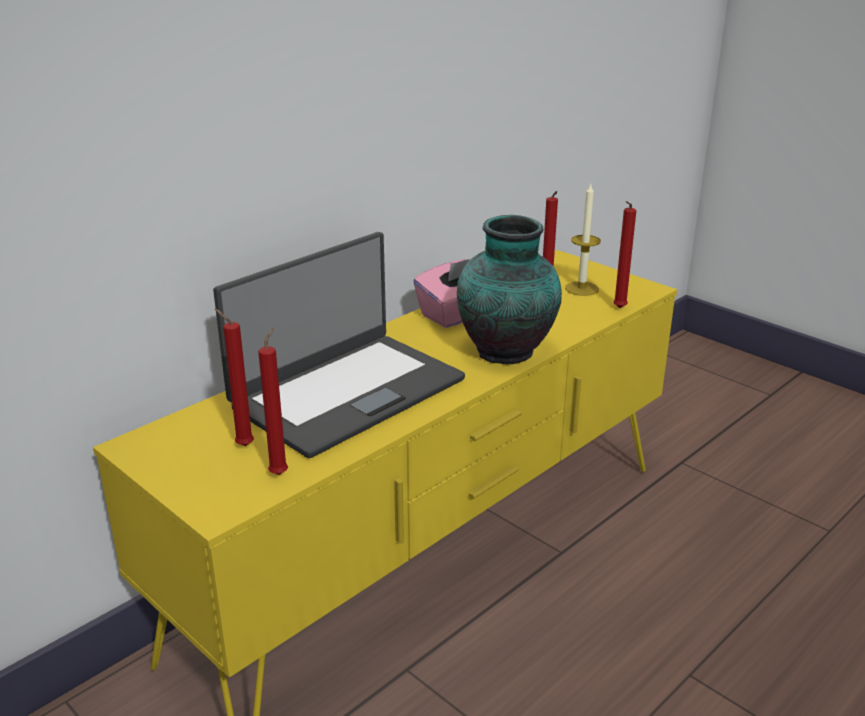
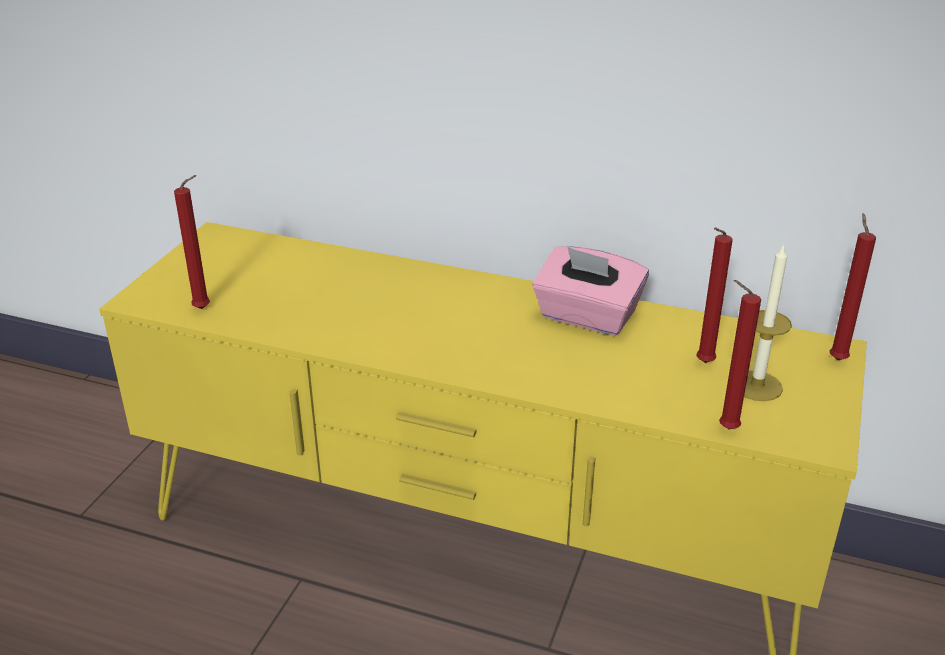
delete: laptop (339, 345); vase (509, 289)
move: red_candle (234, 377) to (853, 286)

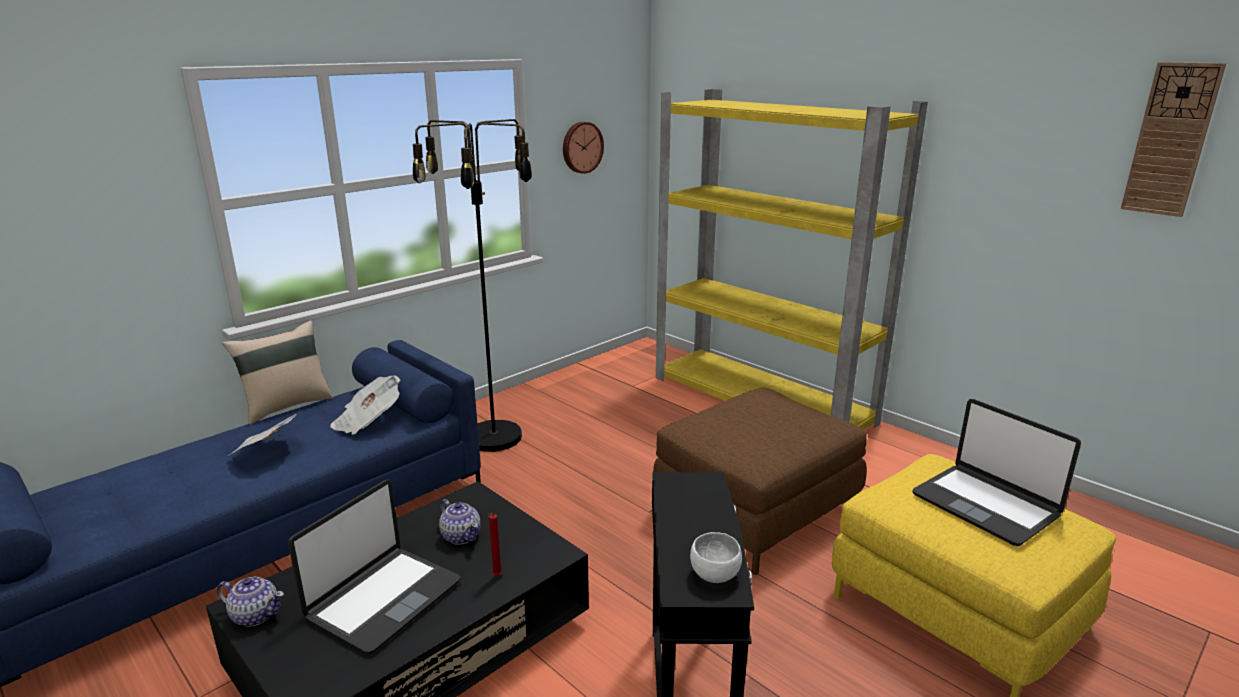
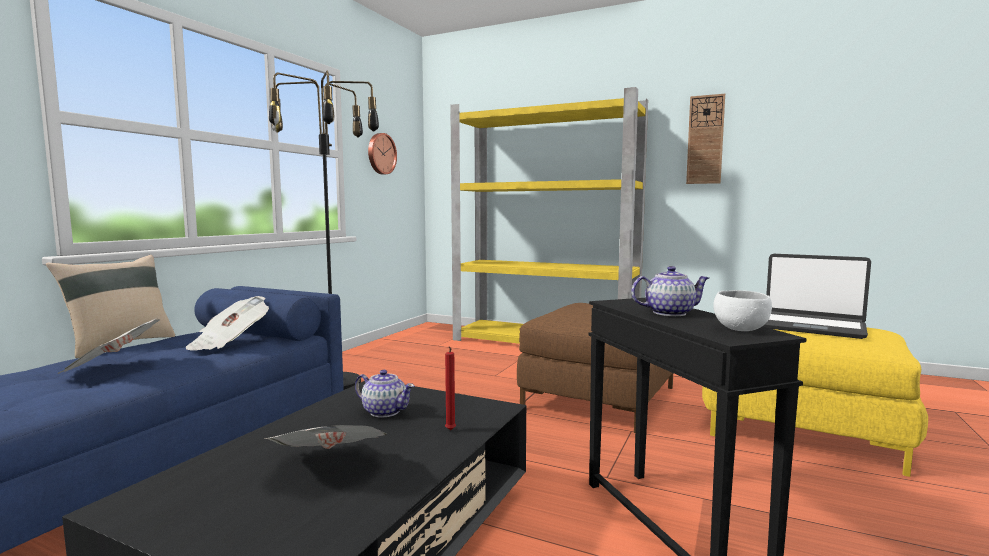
move: teapot (250, 602) to (670, 291); wall_clock (1173, 139) to (705, 139)
replace: laptop (374, 566) to newspaper (325, 437)

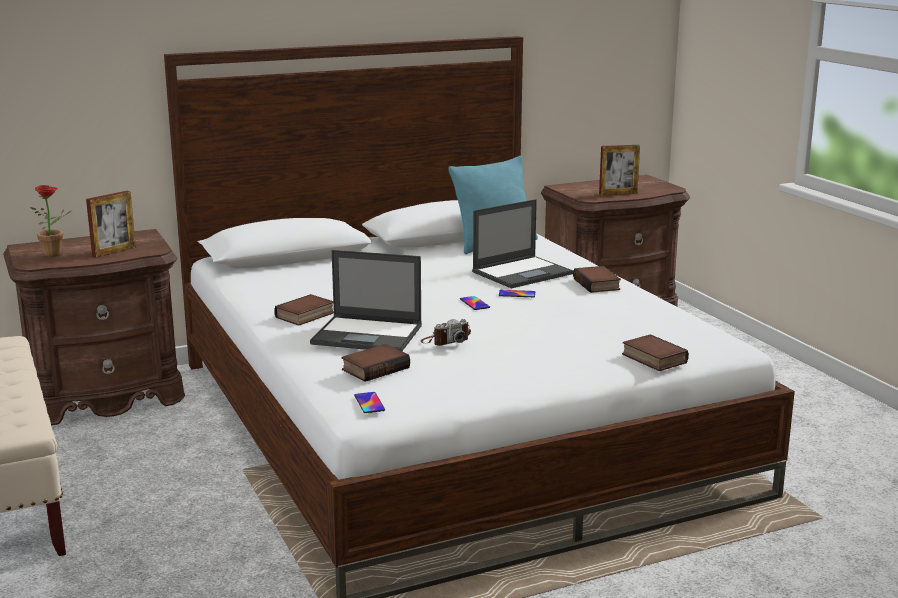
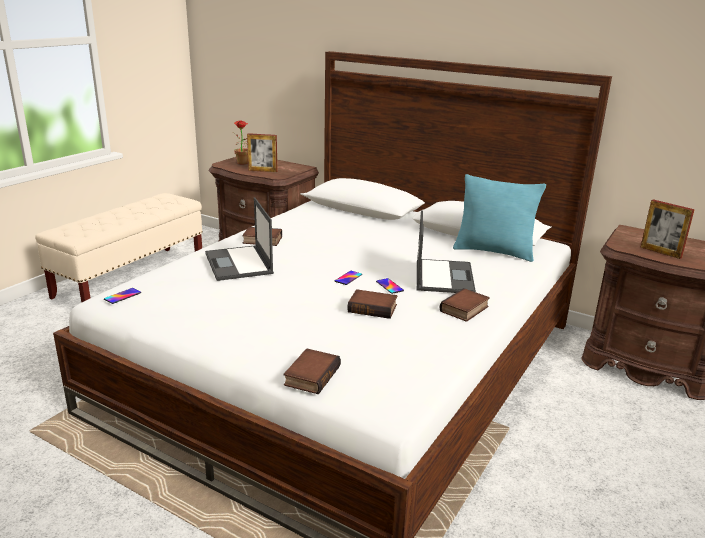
delete: photo_camera (446, 332)
move: book (375, 363) to (372, 304)
rotate: laptop (522, 243) = (446, 251) 105 degrees counterclockwise

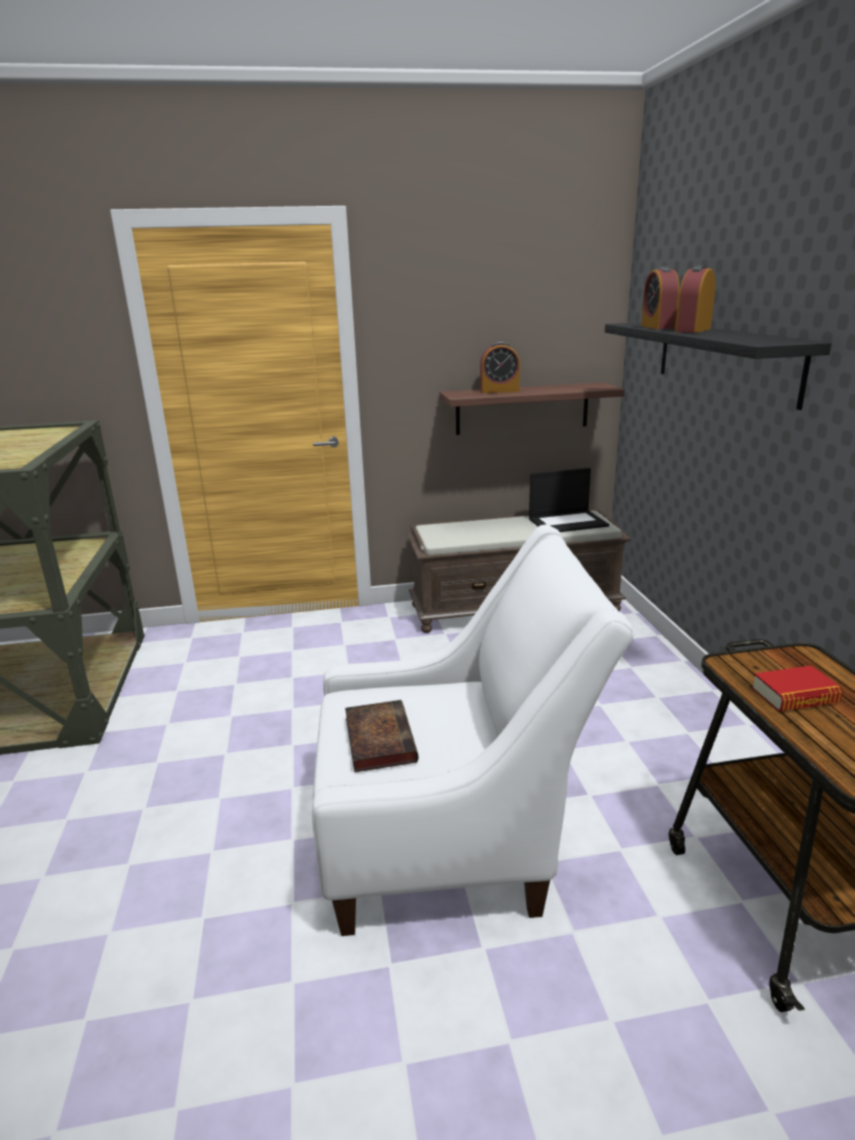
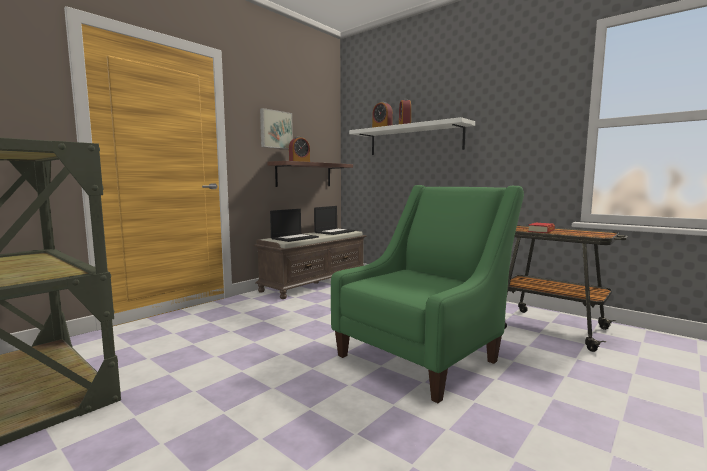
delete: book (381, 736)
insert: picture (276, 128); laptop (294, 225)
recolor: white_armchair (473, 730) to green_armchair (427, 294); black_shelf (718, 366) to white_shelf (412, 136)

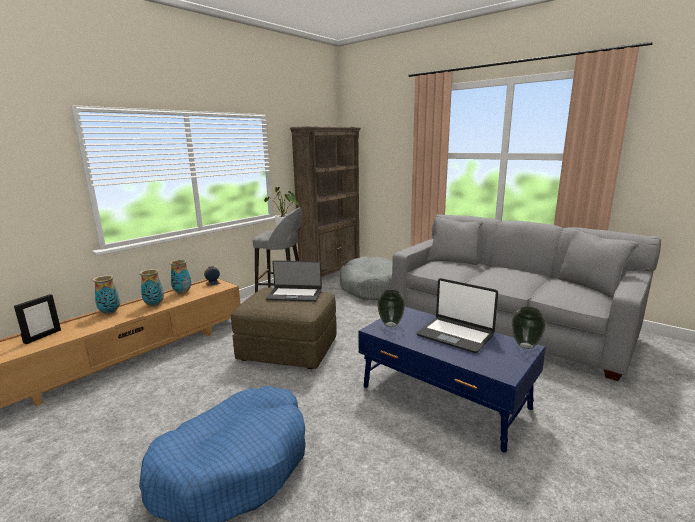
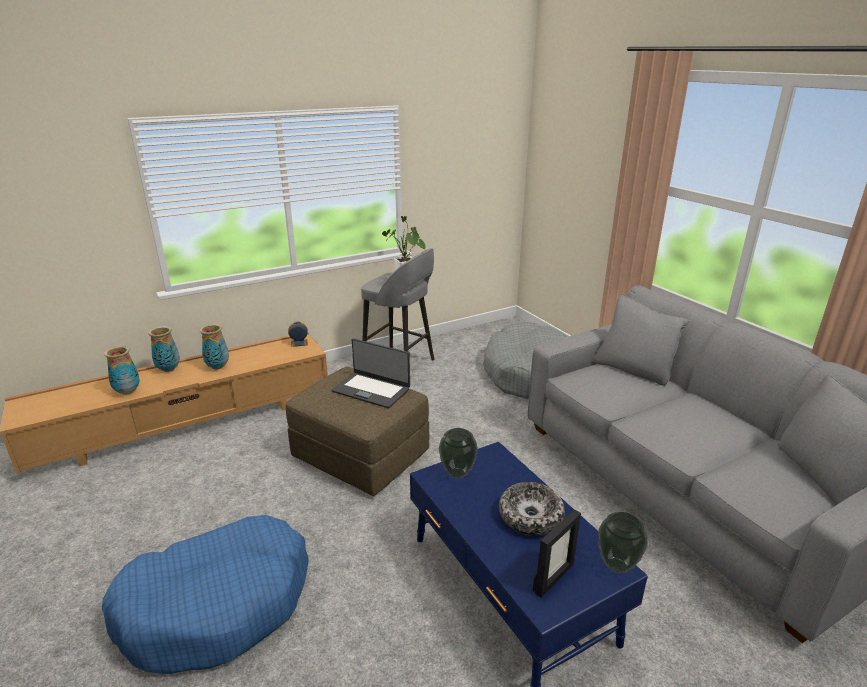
delete: brown_bookcase (325, 201)
move: picture_frame (37, 319) to (557, 553); vase (180, 276) to (122, 370)
replace: laptop (457, 315) to bowl (532, 509)

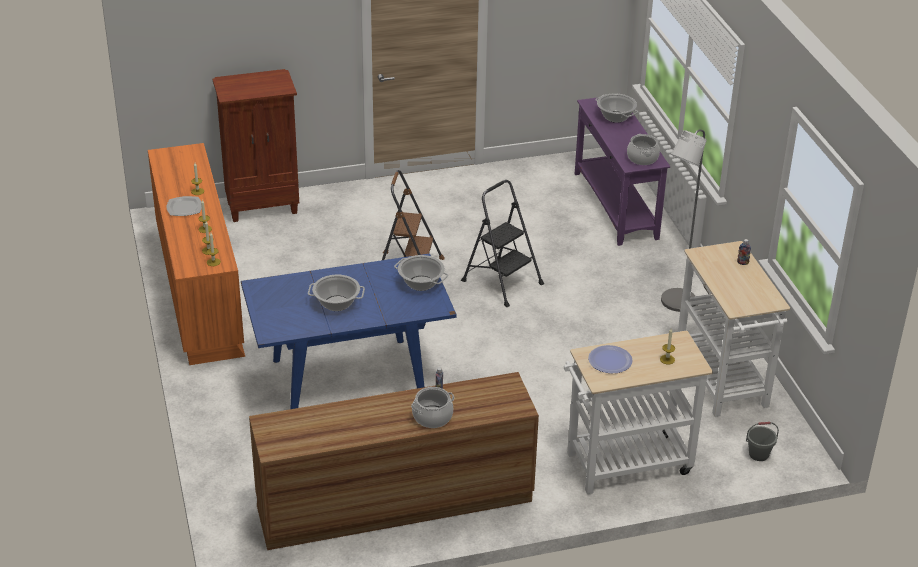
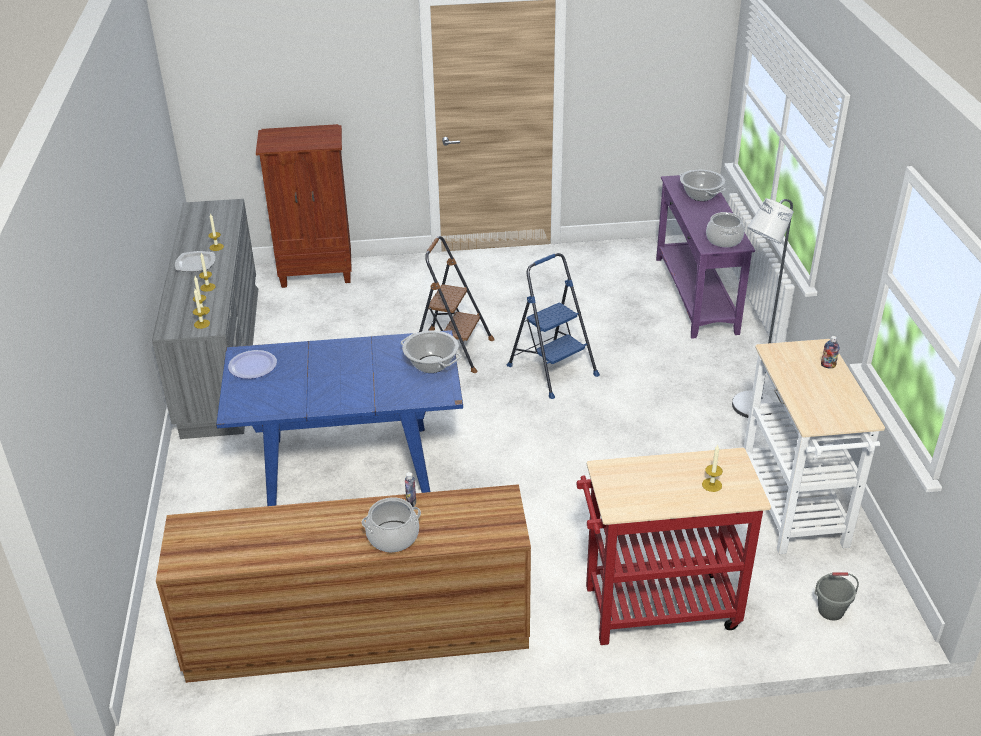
delete: cooking_pot (336, 293)
move: plate (610, 359) to (252, 364)
recolor: orange_dresser (196, 254) to grey_dresser (205, 319); black_step_ladder (502, 243) to blue_step_ladder (553, 326); white_cart (638, 412) to red_cart (673, 546)

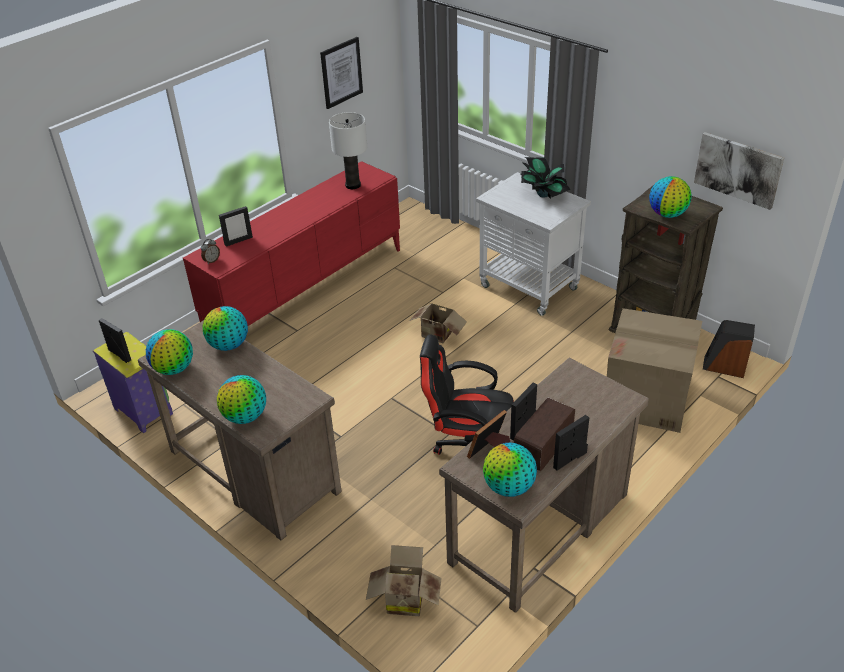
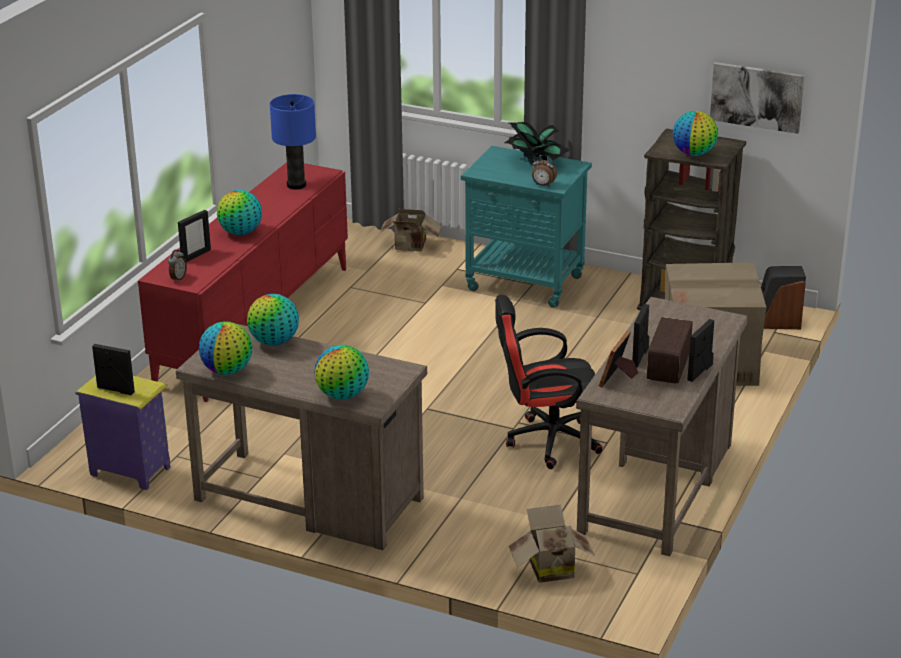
delete: picture (341, 73)
insert: alarm_clock (544, 171)
move: cardboard_box (438, 323) to (411, 230); globe (510, 470) to (239, 212)
recolor: white_table_lamp (348, 150) to blue_table_lamp (293, 141); white_cart (533, 244) to turquoise_cart (526, 227)

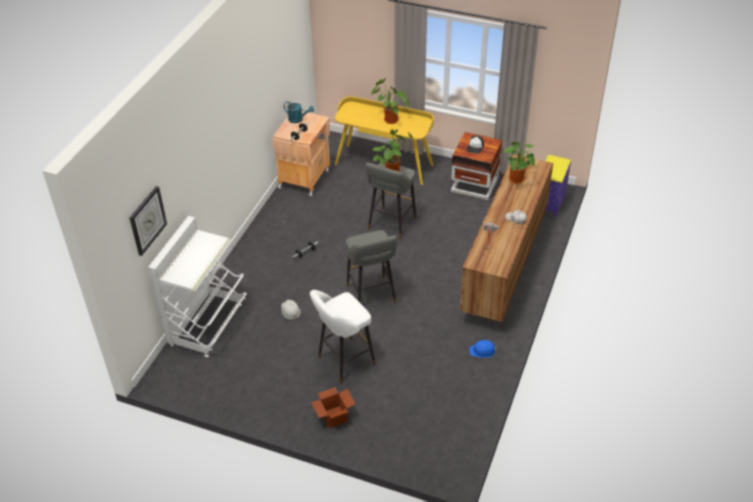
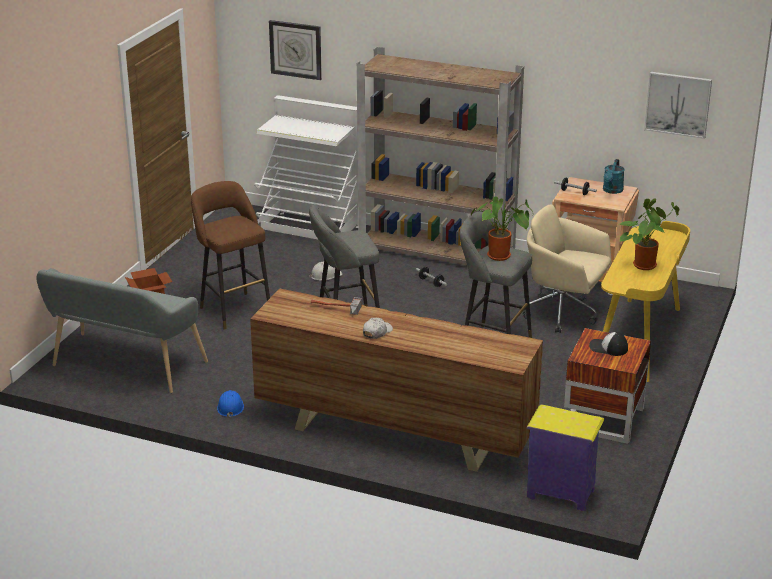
delete: potted_plant (519, 162)
insert: grey_bench (122, 330); brown_bookcase (440, 156); beige_office_chair (567, 268); picture (678, 105)
recolor: white_stool (343, 337) to brown_stool (230, 255)

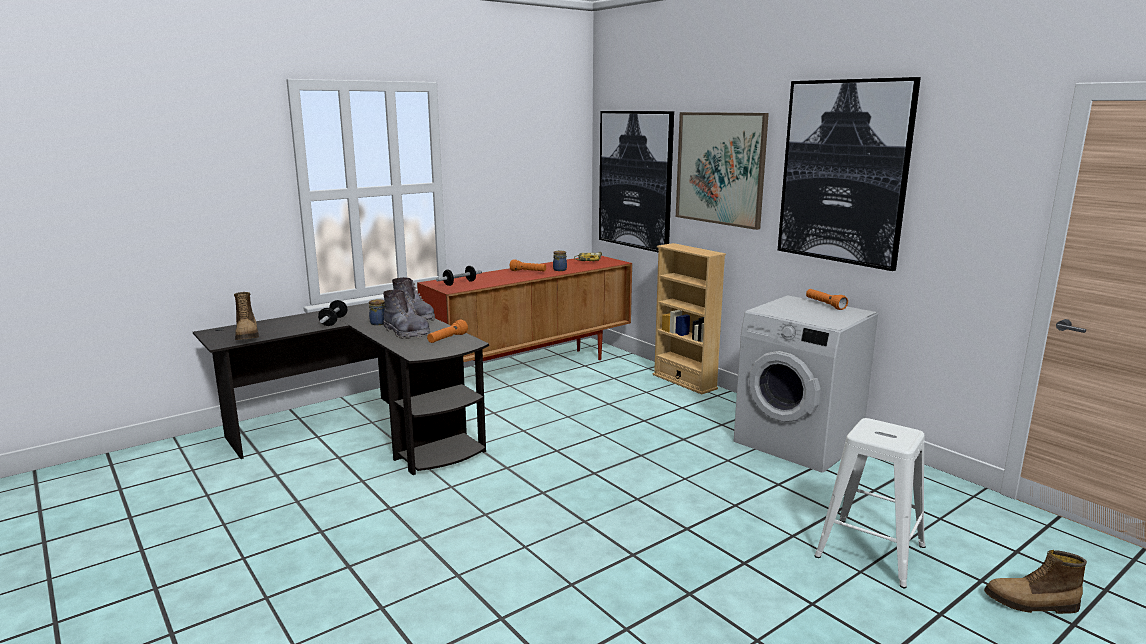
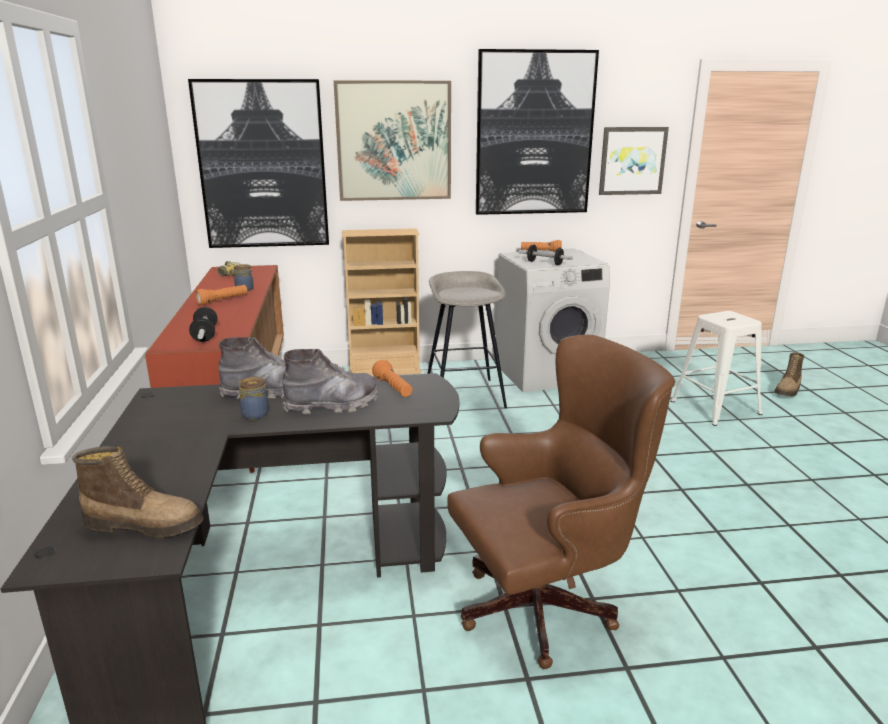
insert: grey_stool (467, 339); brown_office_chair (561, 502); picture (634, 161)
move: dumbbell (332, 313) to (546, 254)

